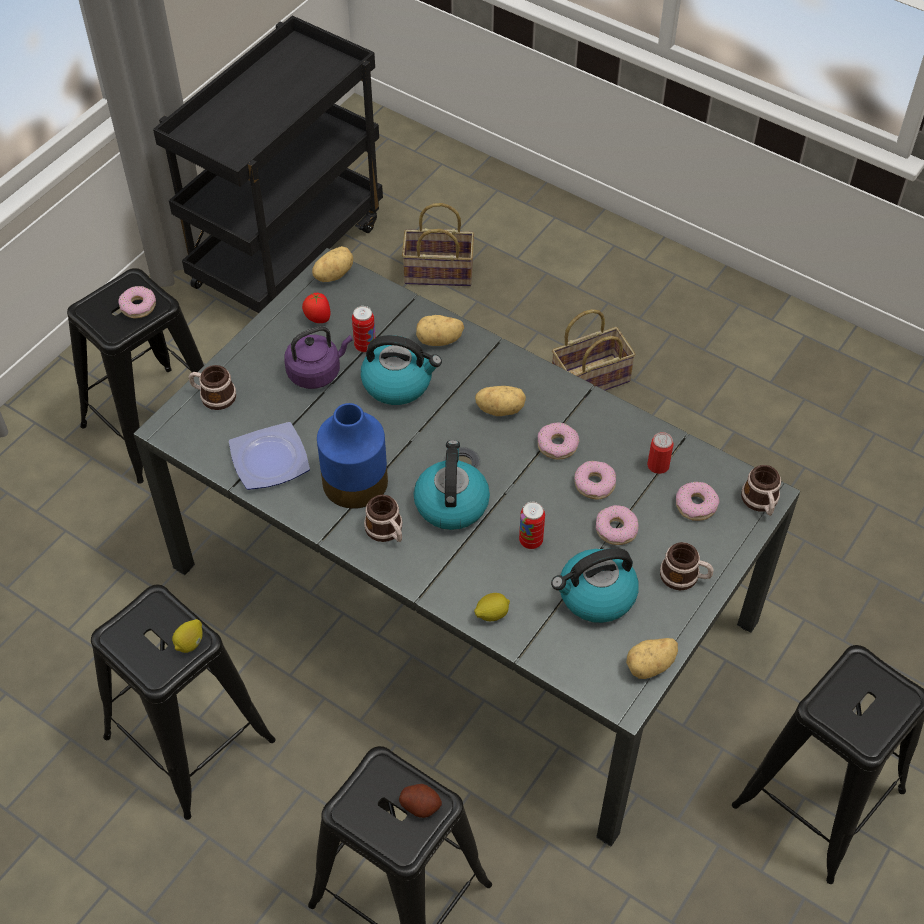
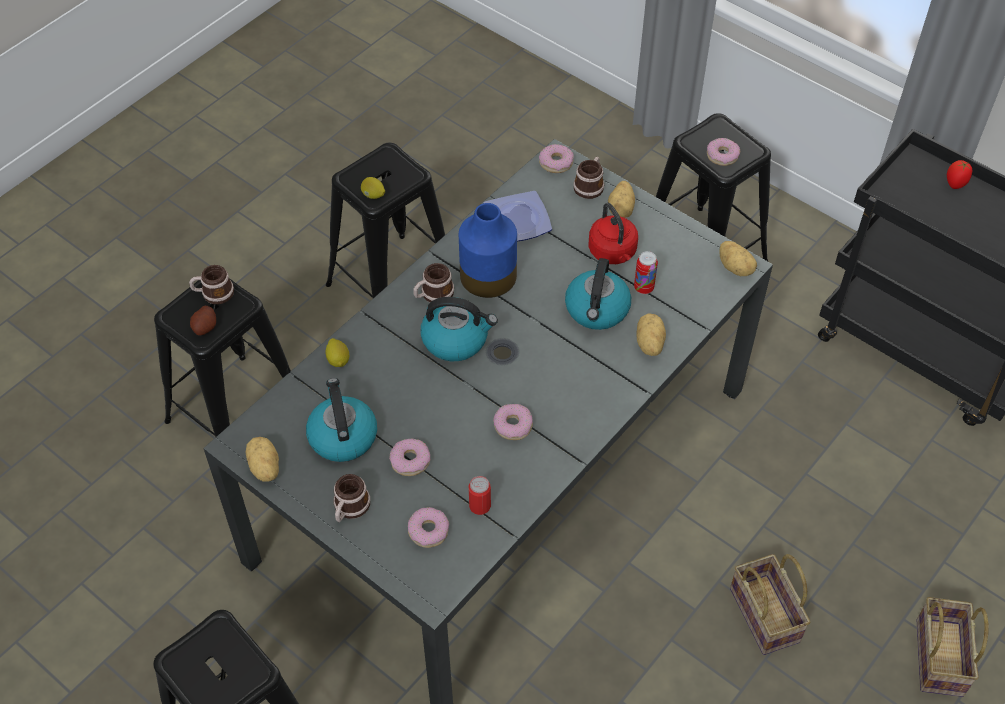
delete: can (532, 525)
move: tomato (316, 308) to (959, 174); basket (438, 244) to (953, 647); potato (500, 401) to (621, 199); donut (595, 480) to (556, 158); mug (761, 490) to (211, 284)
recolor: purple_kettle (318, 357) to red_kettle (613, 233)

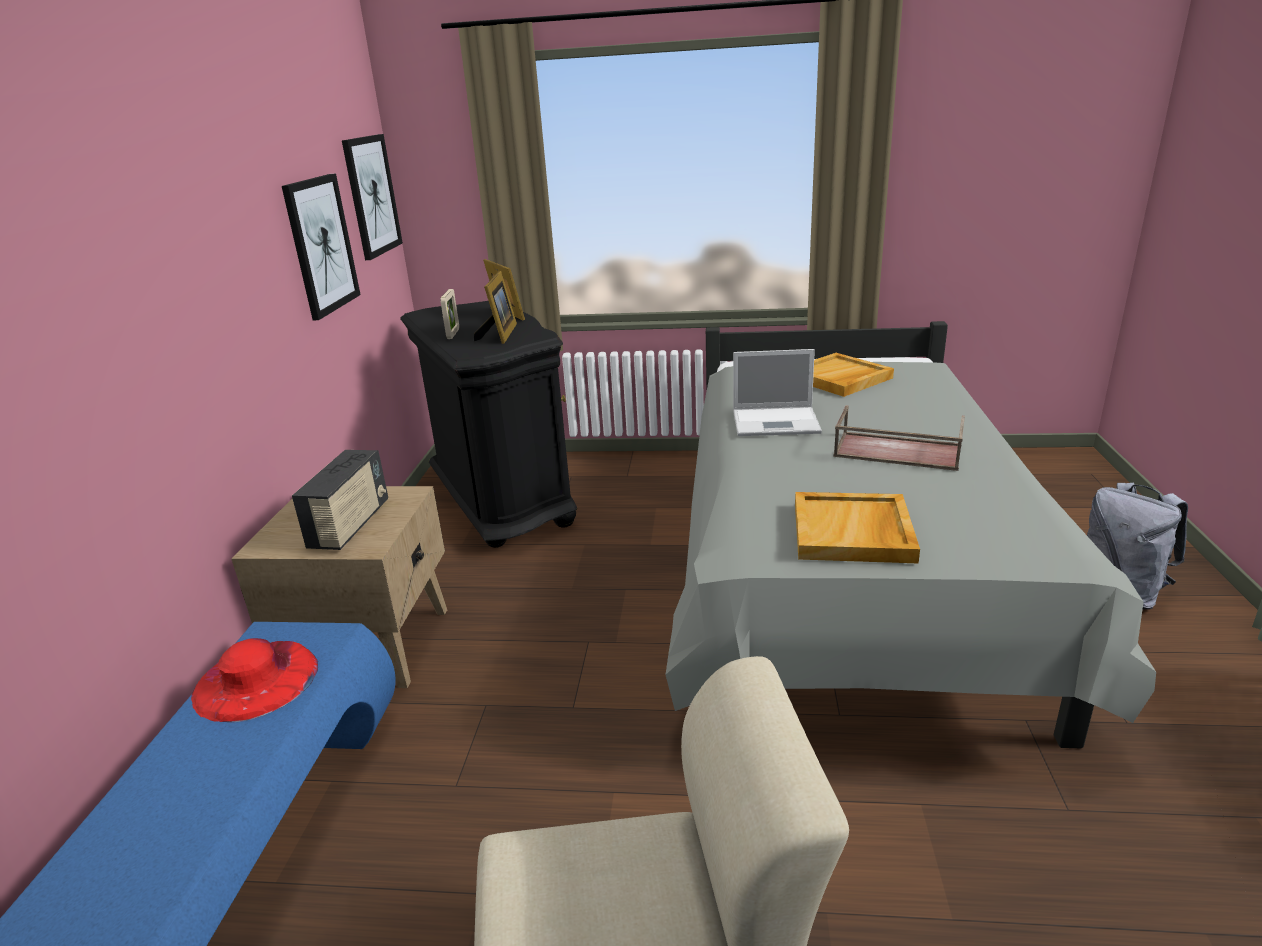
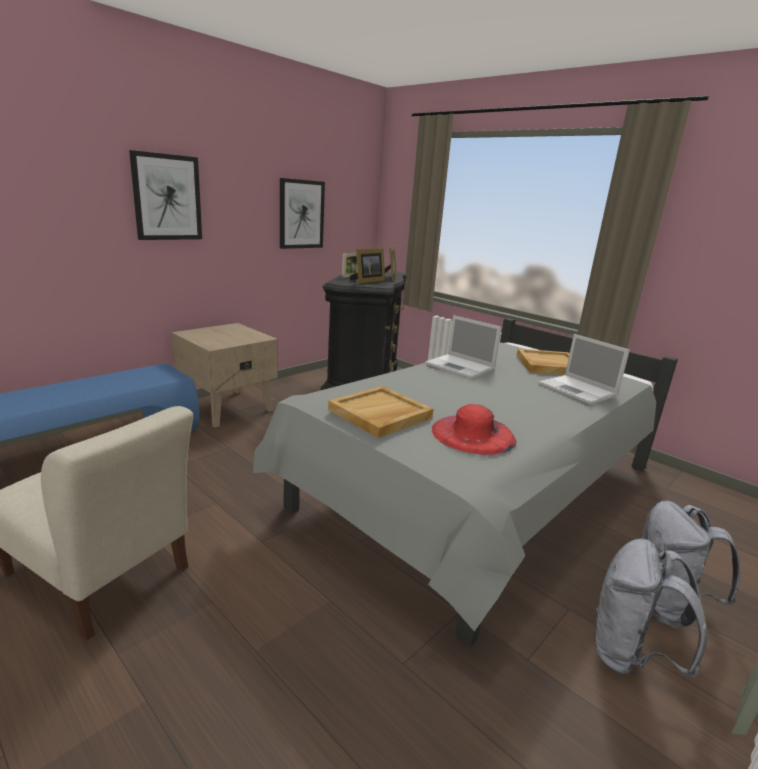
delete: radio (340, 500); brown_tray (899, 438)
insert: laptop (584, 369); grey_backpack (651, 608)
move: red_hat (254, 680) to (474, 429); picture (372, 197) to (165, 195)

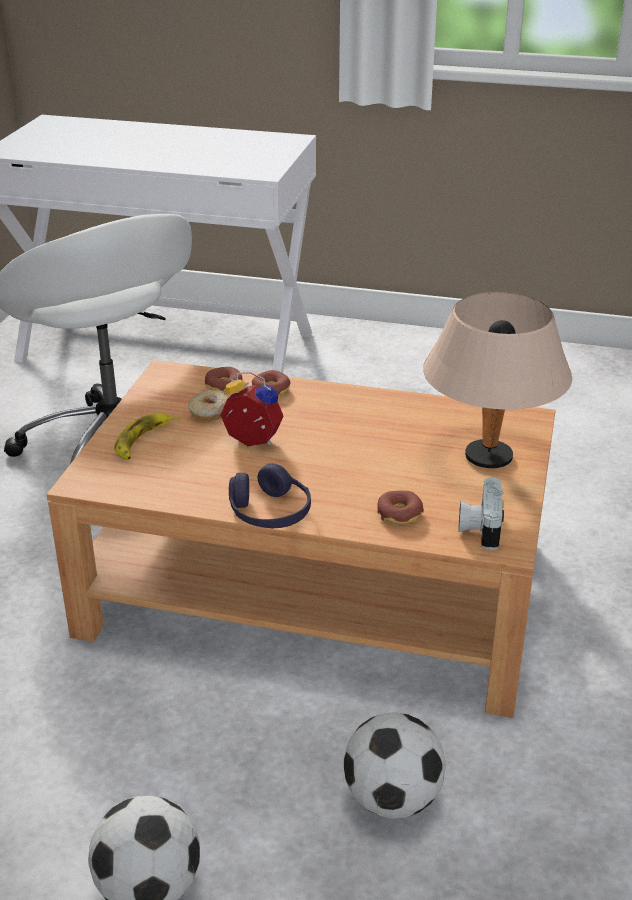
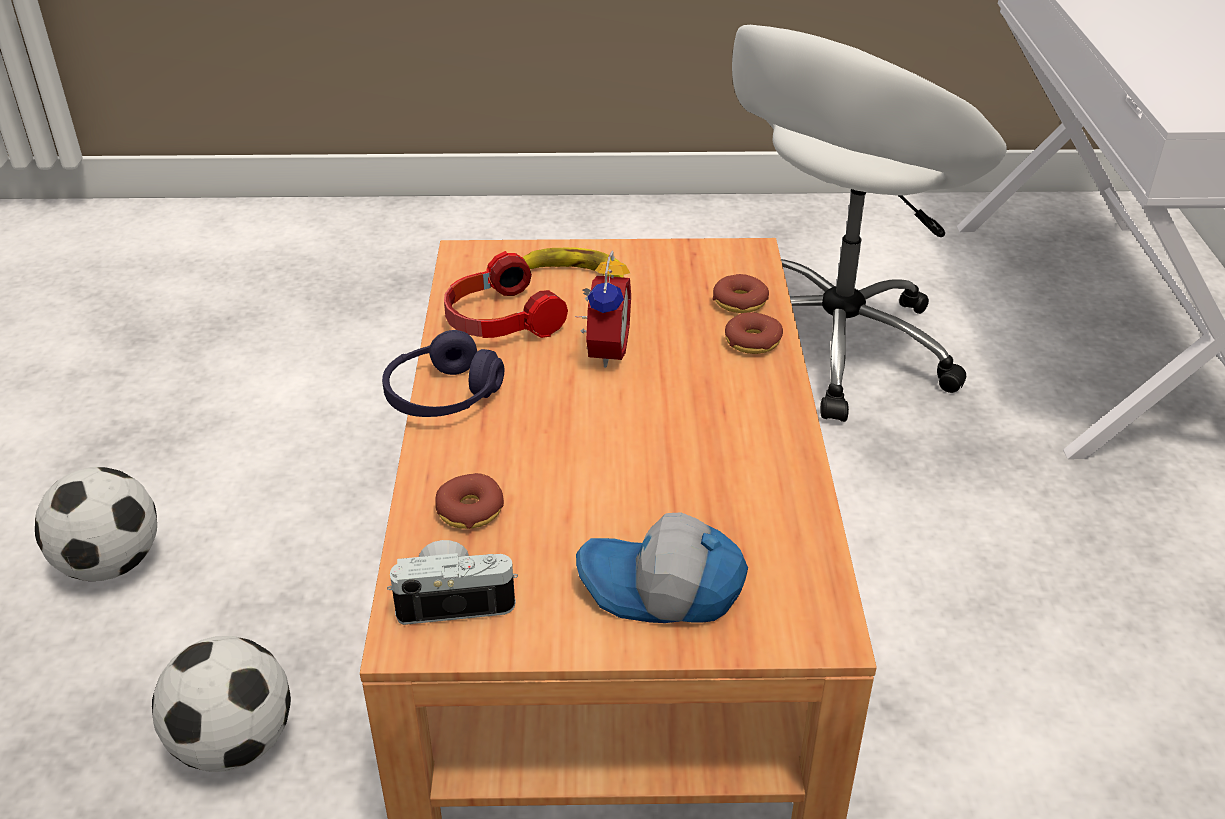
delete: donut (209, 405)
insert: headphones (506, 294)
replace: beige_table_lamp (497, 380) to cap (662, 567)

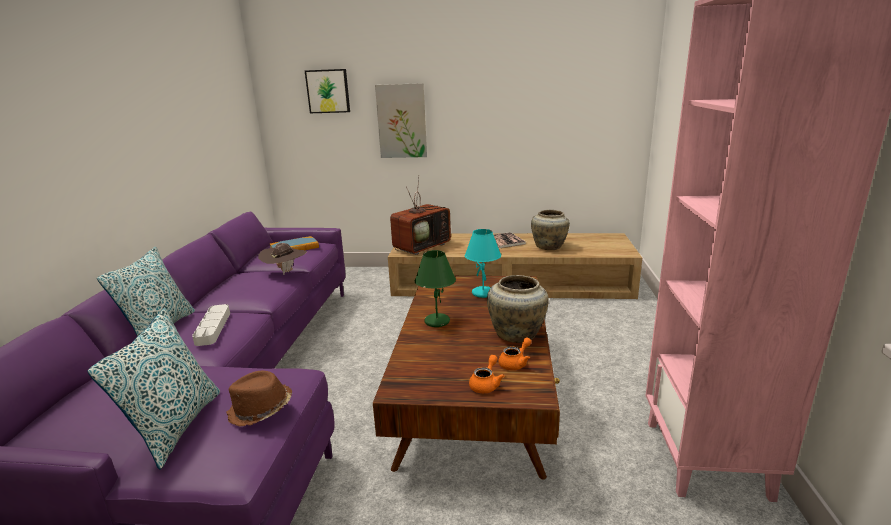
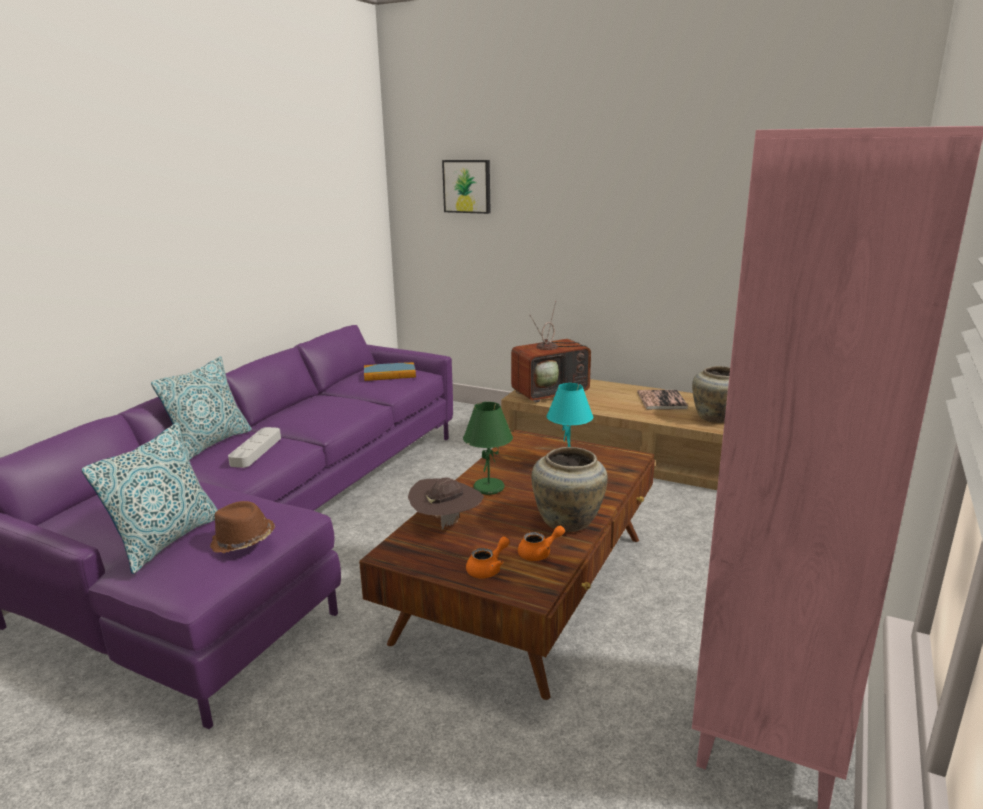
delete: picture (401, 120)
move: brown_hat (282, 259) to (446, 504)

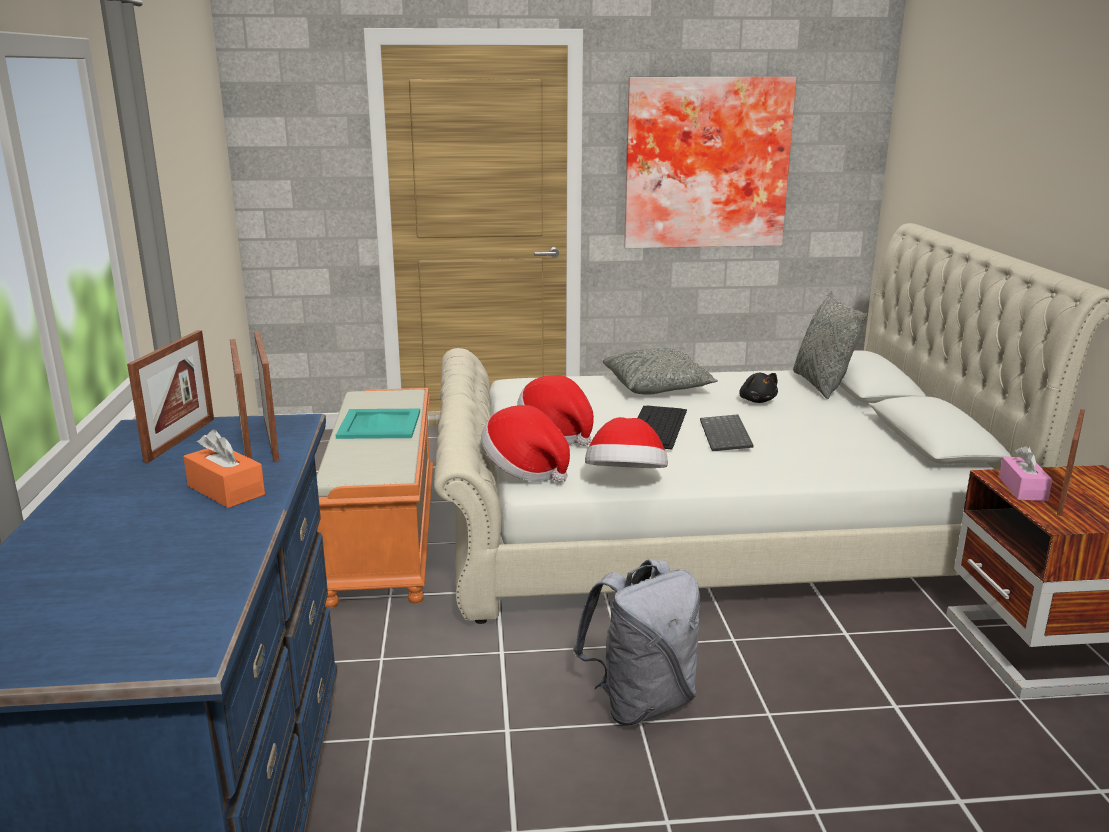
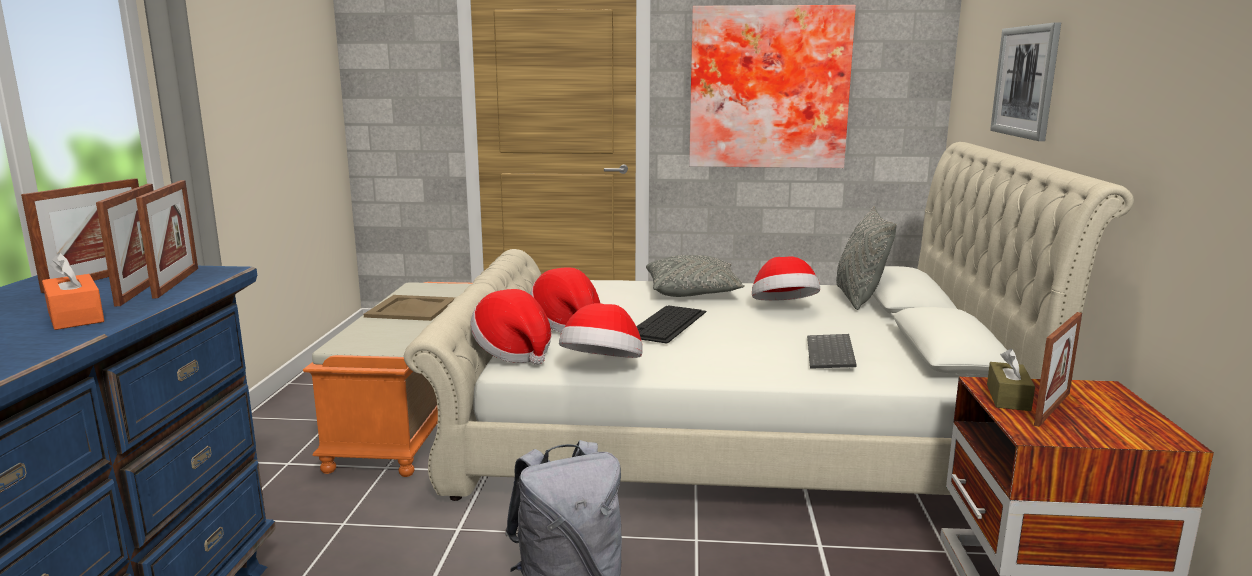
insert: picture (1025, 81)
move: keyboard (727, 432) to (832, 351)
replace: black_plush_toy (758, 388) to hat (786, 279)
recolor: turquoise_tray (378, 424) to beige_tray (410, 308); pink_tissue_box (1026, 473) to brown_tissue_box (1011, 380)

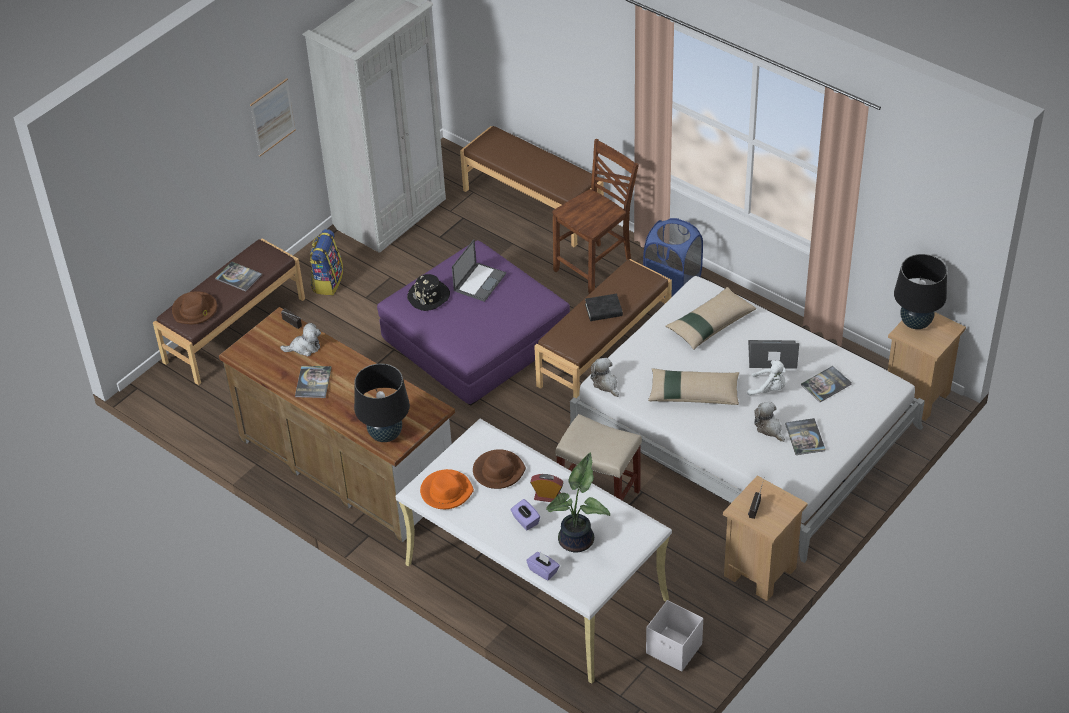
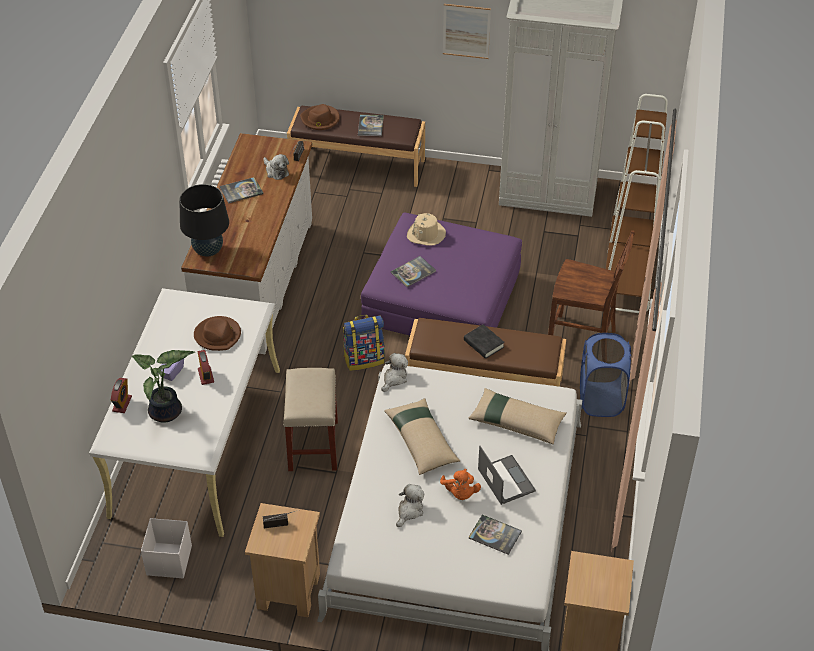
delete: orange_hat (447, 489); laptop (479, 270); black_table_lamp (920, 291)
move: backpack (326, 262) to (364, 343); book (805, 436) to (413, 271)
replace: brown_bench (532, 186) to brown_clothes_rack (637, 203); purple_tissue_box (543, 566) to alarm_clock (121, 395)
recolor: black_hat (428, 292) to beige_hat (426, 229); white_plush_toy (766, 378) to orange_plush_toy (460, 484)

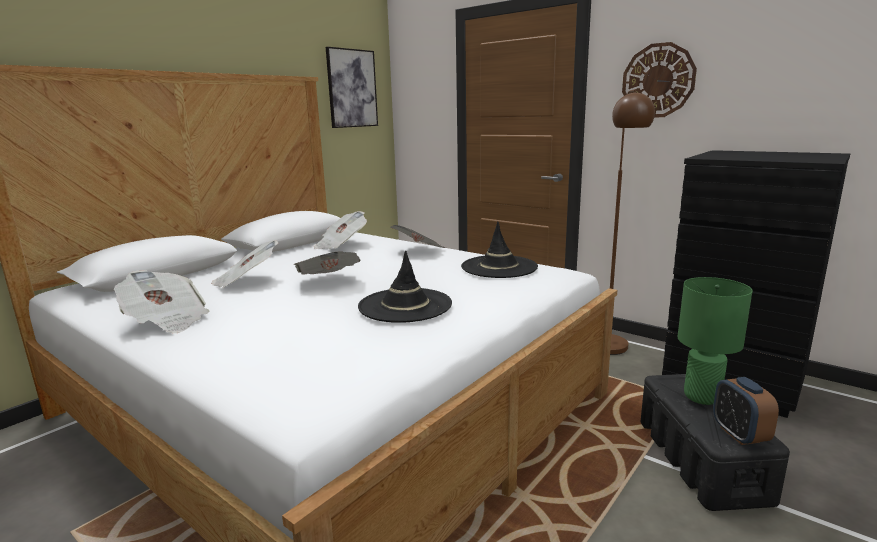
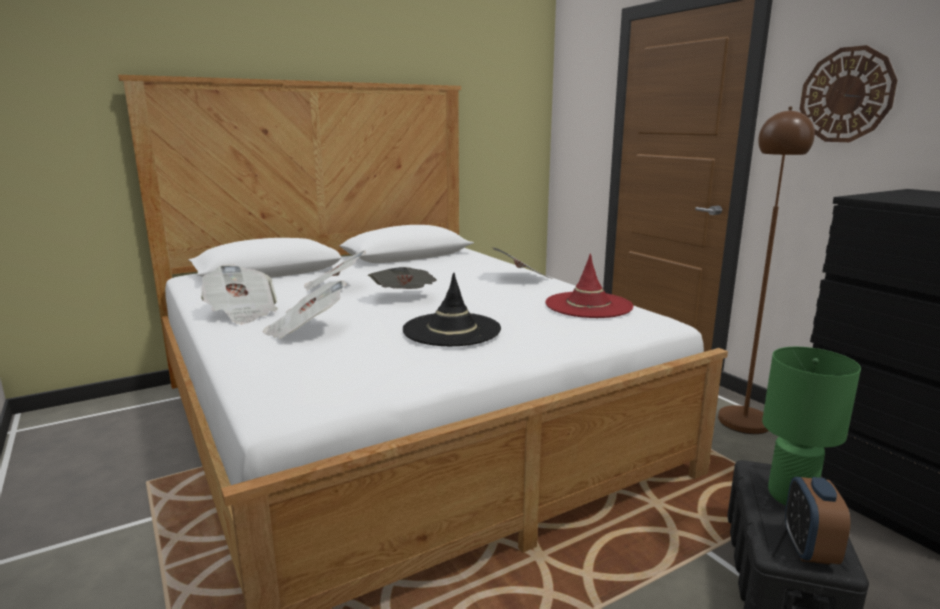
delete: picture (352, 87)
move: newspaper (340, 230) to (304, 309)
recolor: black_hat (499, 250) to red_hat (589, 286)

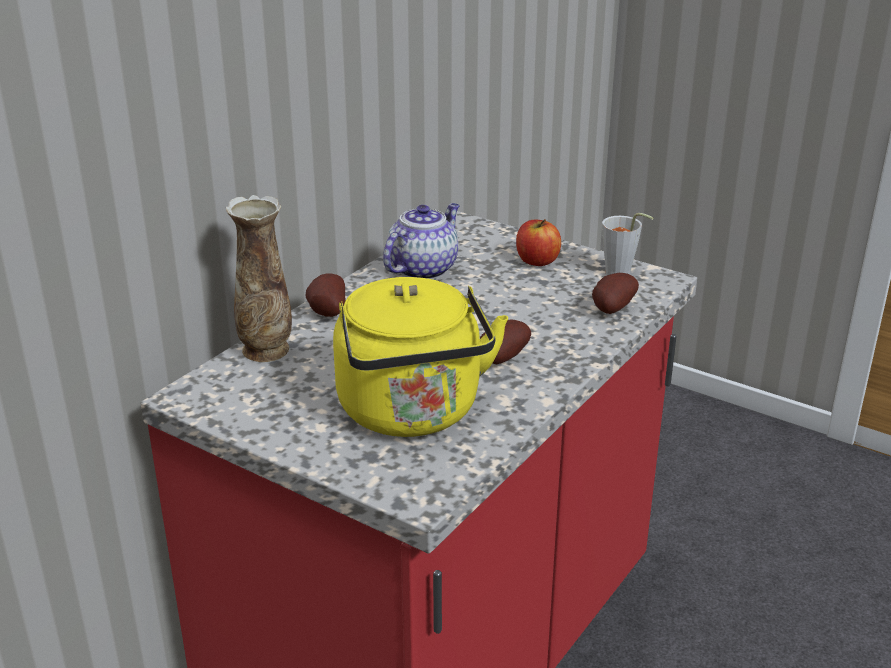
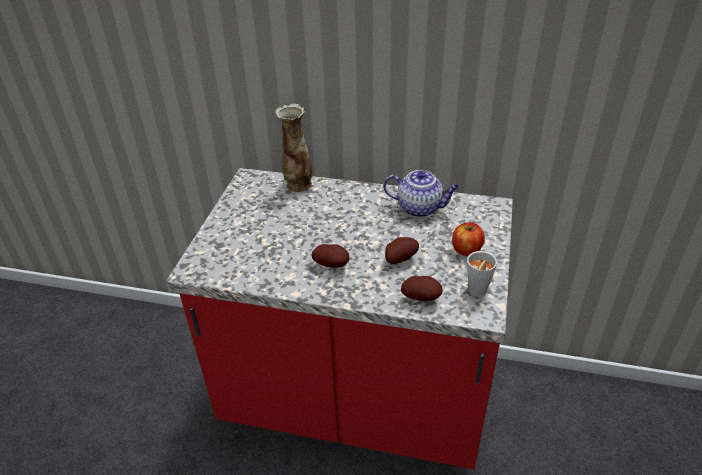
delete: yellow_kettle (420, 357)
move: potato (325, 295) to (402, 250)

